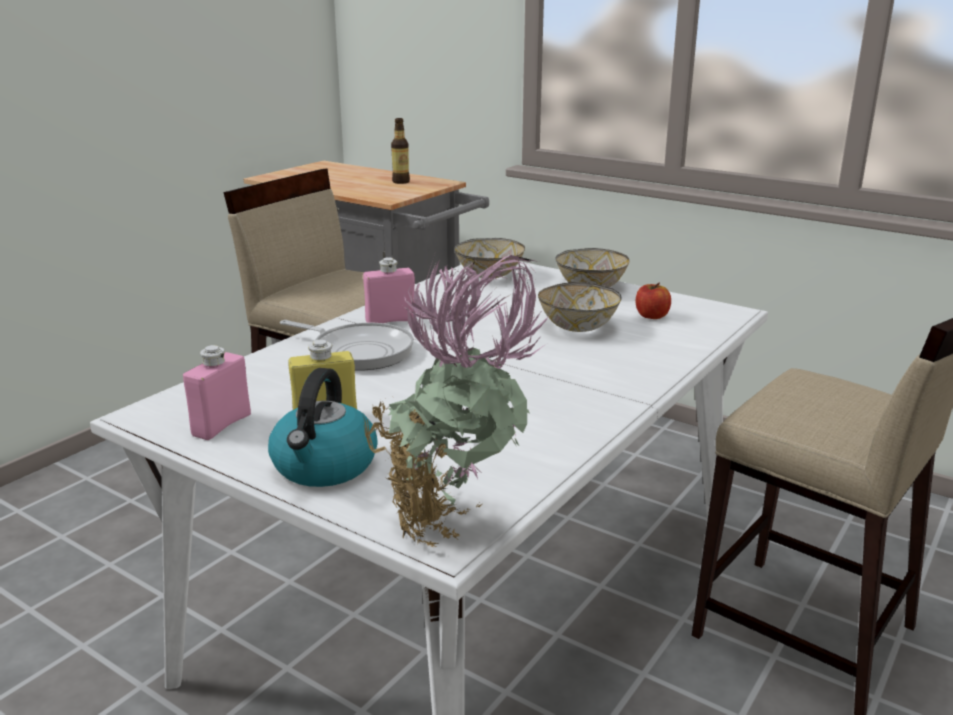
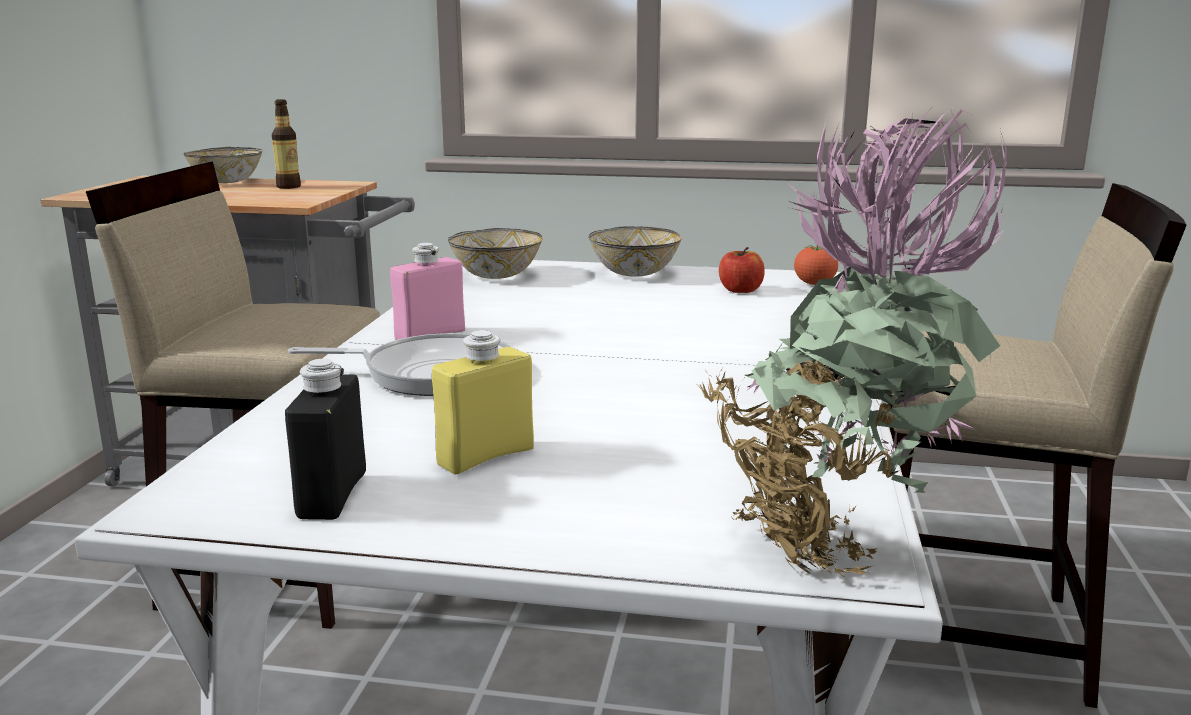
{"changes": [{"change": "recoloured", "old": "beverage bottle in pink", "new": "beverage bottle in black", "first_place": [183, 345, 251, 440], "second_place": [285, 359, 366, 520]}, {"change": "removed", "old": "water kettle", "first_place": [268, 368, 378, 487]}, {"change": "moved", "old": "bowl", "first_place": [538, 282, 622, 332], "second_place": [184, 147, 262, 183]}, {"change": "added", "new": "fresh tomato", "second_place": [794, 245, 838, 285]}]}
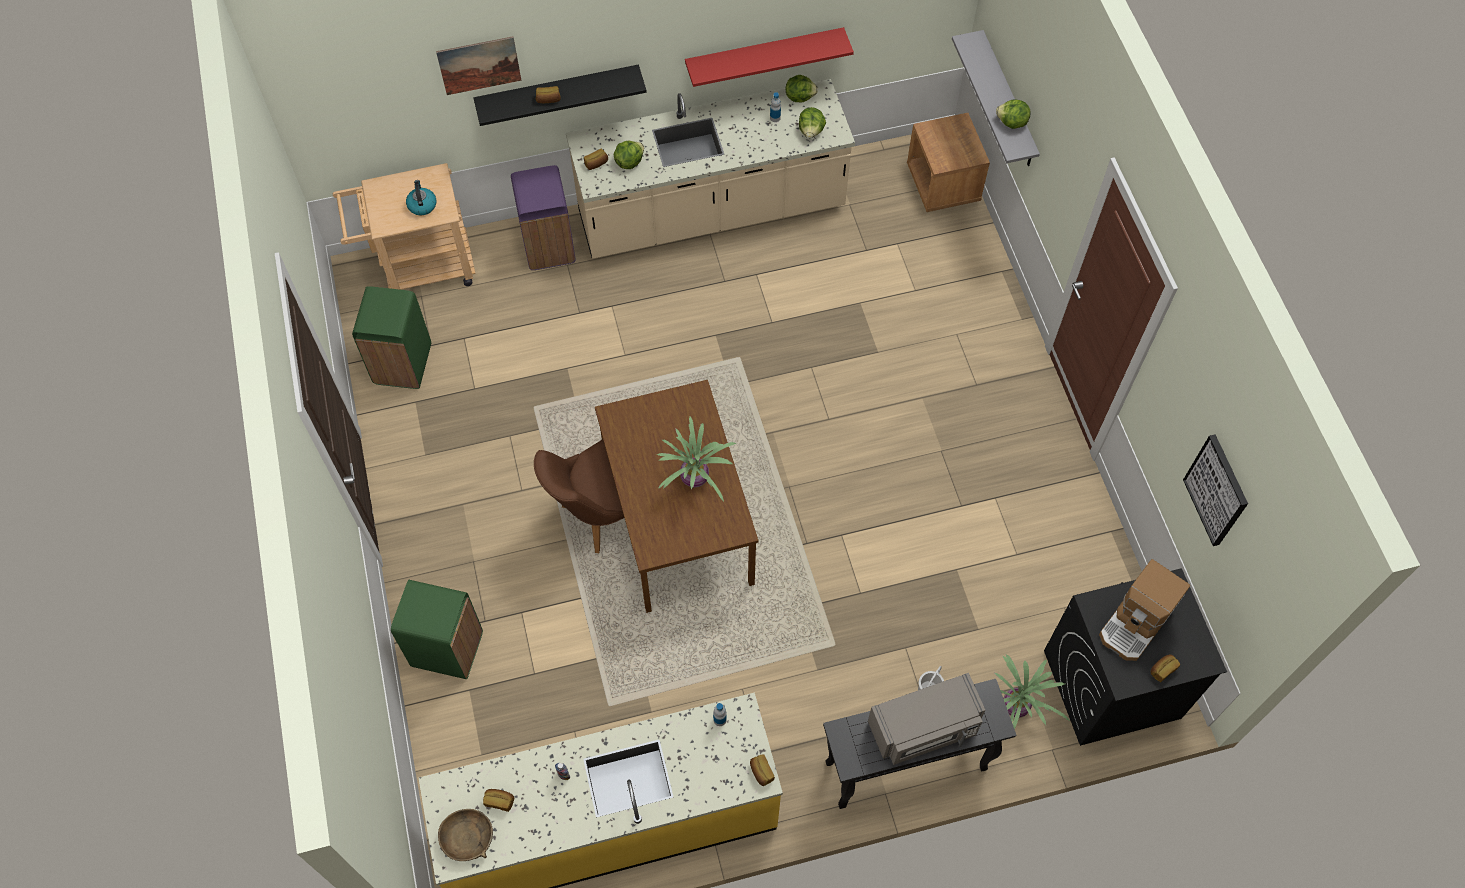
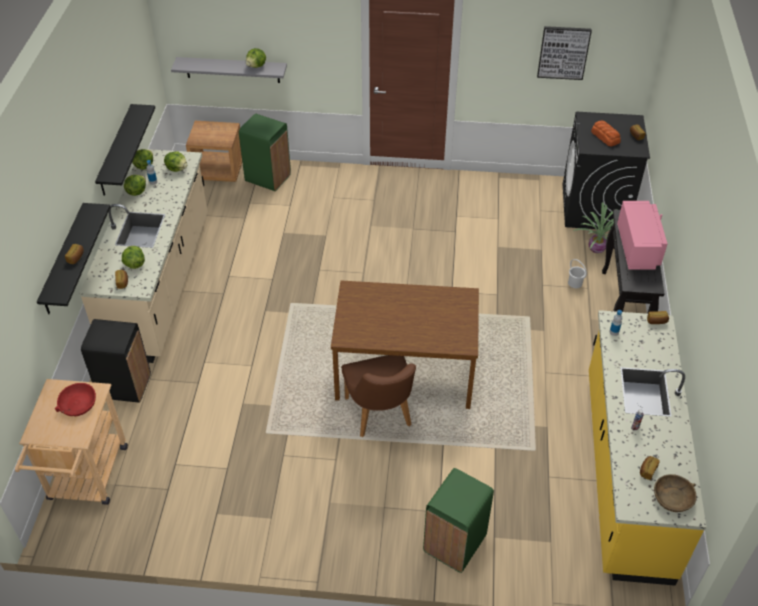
{"changes": [{"change": "moved", "old": "trash can in greenish", "first_place": [352, 286, 431, 389], "second_place": [239, 114, 291, 191]}, {"change": "replaced", "old": "water kettle", "new": "bowl in red-coloured", "first_place": [406, 180, 436, 216], "second_place": [55, 383, 96, 417]}, {"change": "removed", "old": "picture", "first_place": [436, 36, 522, 95]}, {"change": "recoloured", "old": "trash can in purple-coloured", "new": "trash can in black", "first_place": [511, 165, 575, 270], "second_place": [81, 319, 151, 403]}, {"change": "removed", "old": "plant in a pot", "first_place": [656, 416, 737, 502]}, {"change": "recoloured", "old": "shelf in red-coloured", "new": "shelf in black", "first_place": [685, 27, 854, 87], "second_place": [95, 104, 155, 196]}, {"change": "recoloured", "old": "microwave in greyish", "new": "microwave in pink", "first_place": [868, 673, 985, 765], "second_place": [617, 201, 668, 270]}, {"change": "replaced", "old": "coffee machine", "new": "bread", "first_place": [1099, 559, 1190, 661], "second_place": [591, 120, 621, 147]}, {"change": "added", "new": "head of lettuce", "second_place": [124, 175, 146, 196]}]}
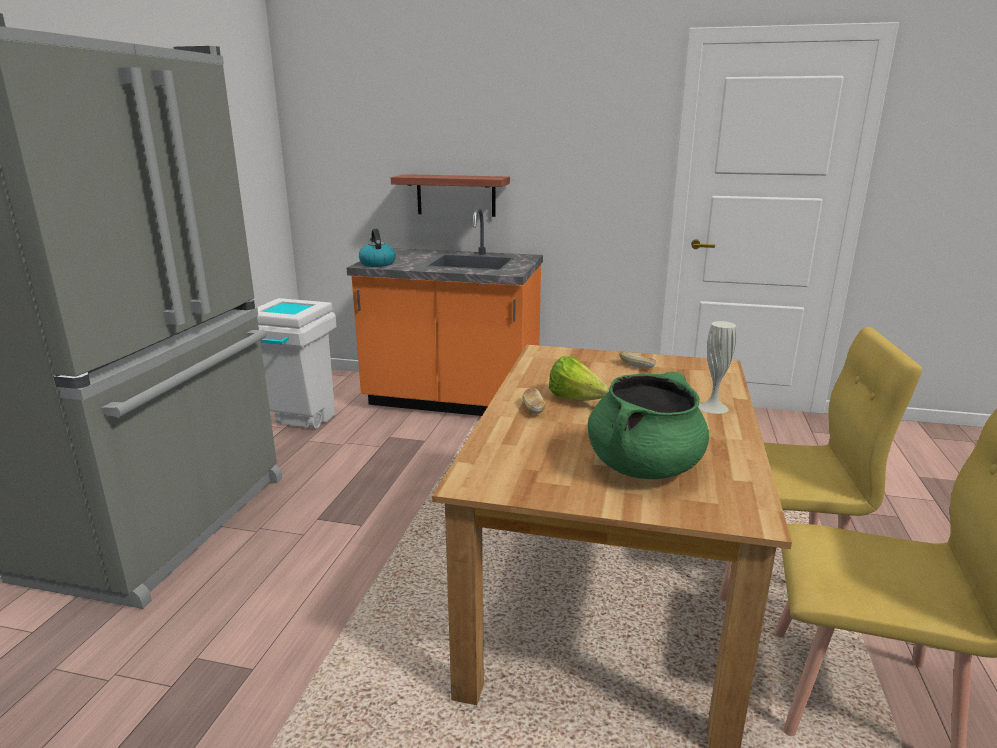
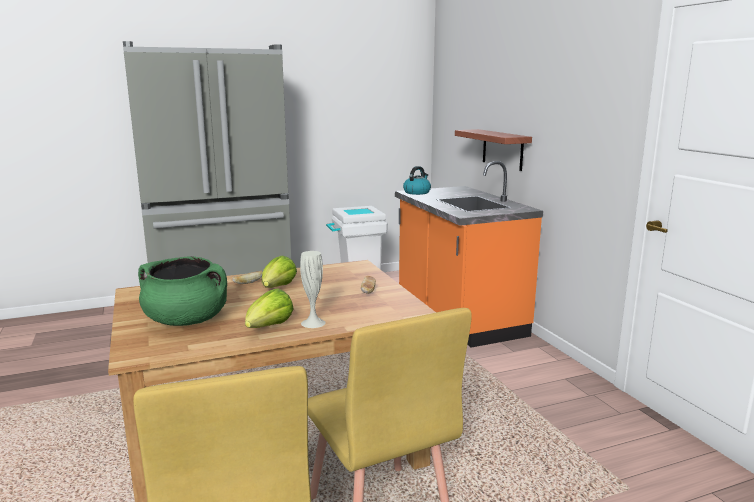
{"changes": [{"change": "added", "new": "head of lettuce", "second_place": [245, 289, 294, 328]}]}
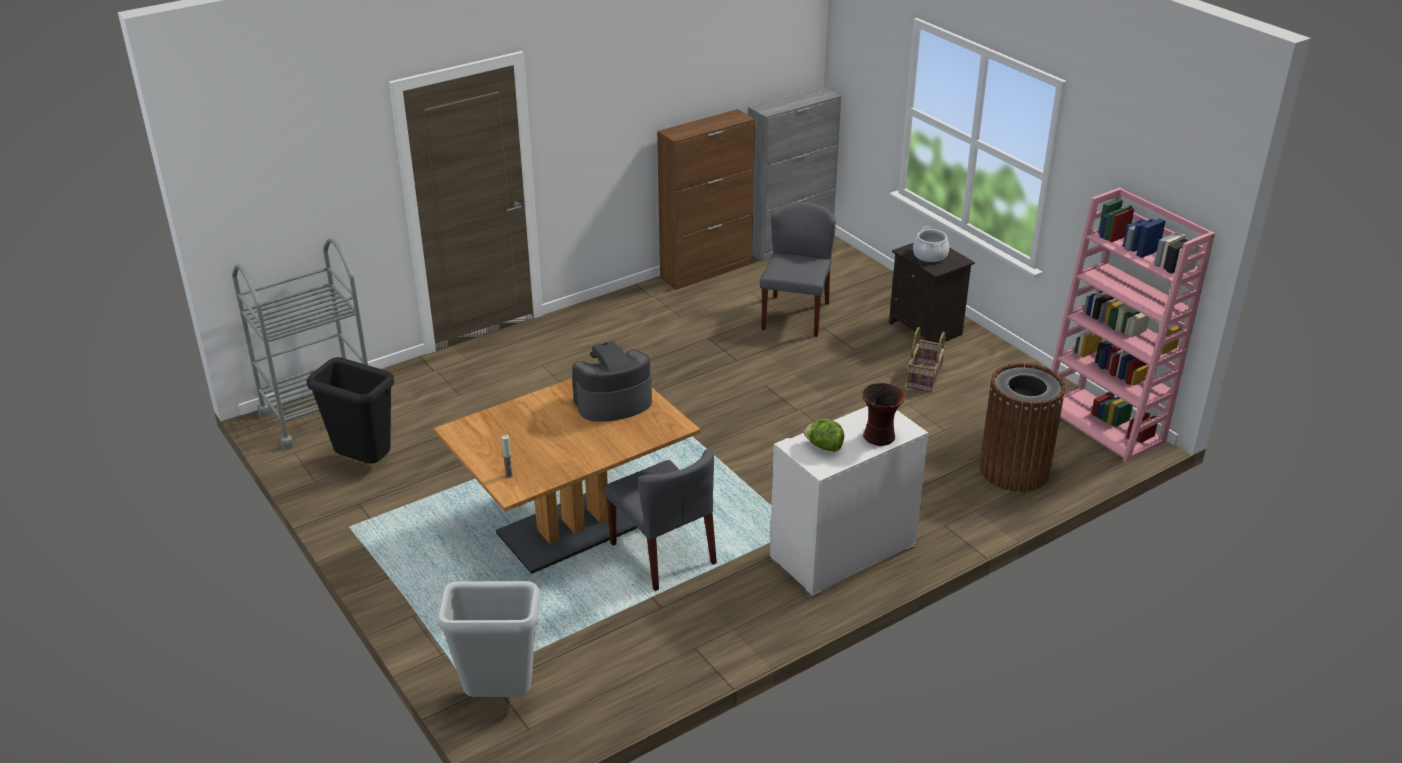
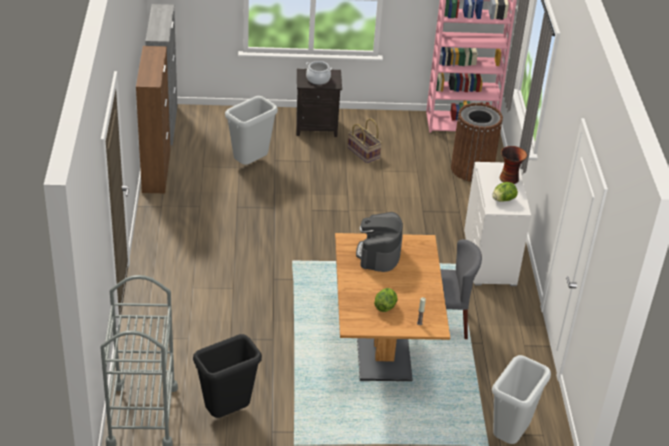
{"changes": [{"change": "replaced", "old": "plain chair in greyish", "new": "trash can in greyish", "first_place": [760, 202, 836, 337], "second_place": [225, 96, 278, 165]}, {"change": "added", "new": "head of lettuce", "second_place": [374, 288, 398, 312]}]}
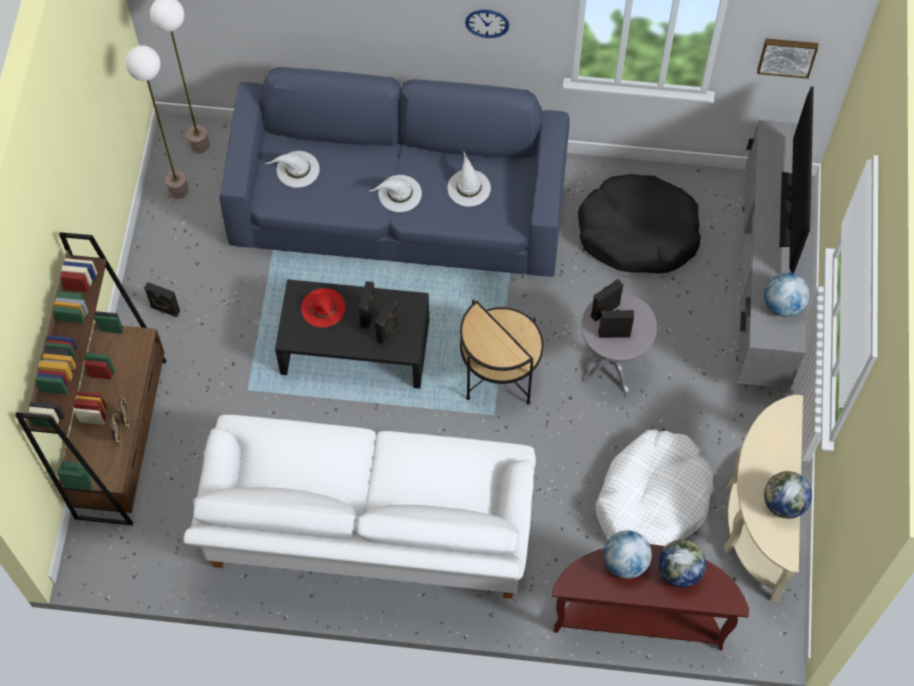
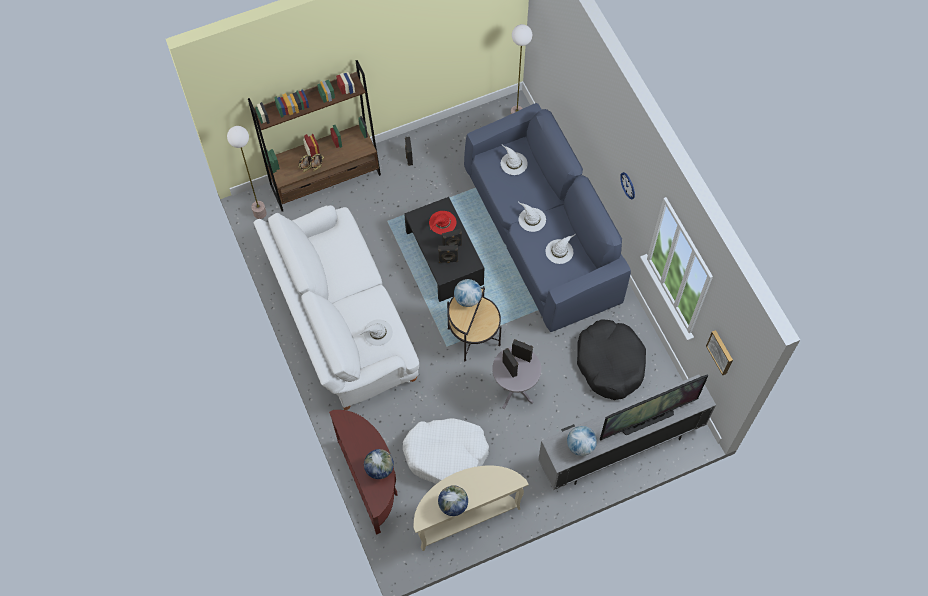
{"changes": [{"change": "moved", "old": "standing lamp", "first_place": [125, 45, 189, 199], "second_place": [227, 126, 267, 219]}, {"change": "moved", "old": "desk globe", "first_place": [604, 530, 652, 579], "second_place": [454, 279, 482, 307]}, {"change": "added", "new": "wearable hat in white", "second_place": [358, 319, 393, 346]}]}
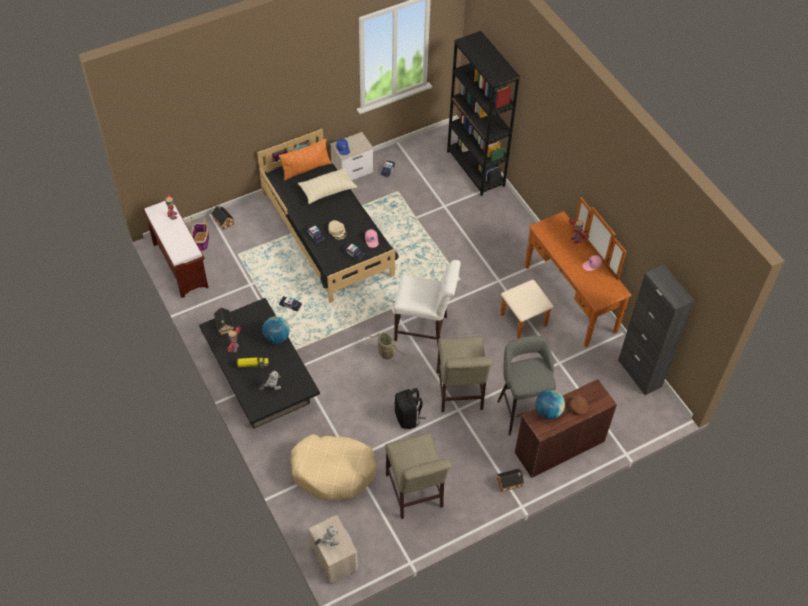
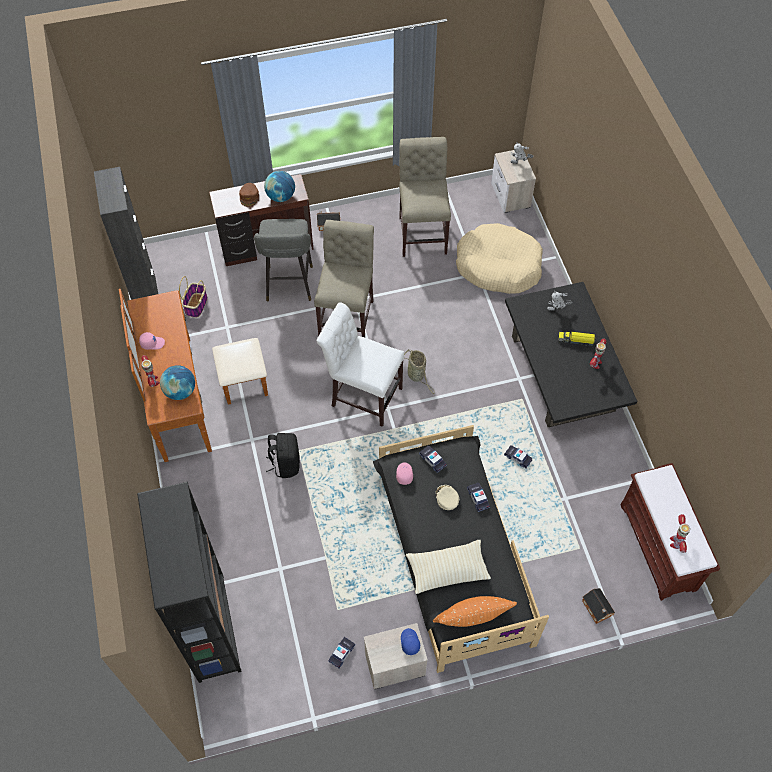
{"changes": [{"change": "moved", "old": "basket", "first_place": [189, 217, 209, 251], "second_place": [179, 276, 208, 318]}, {"change": "removed", "old": "miniature house", "first_place": [214, 308, 234, 335]}, {"change": "moved", "old": "desk globe", "first_place": [262, 316, 290, 344], "second_place": [160, 365, 195, 400]}, {"change": "moved", "old": "rucksack in black", "first_place": [394, 388, 426, 429], "second_place": [266, 433, 300, 478]}]}
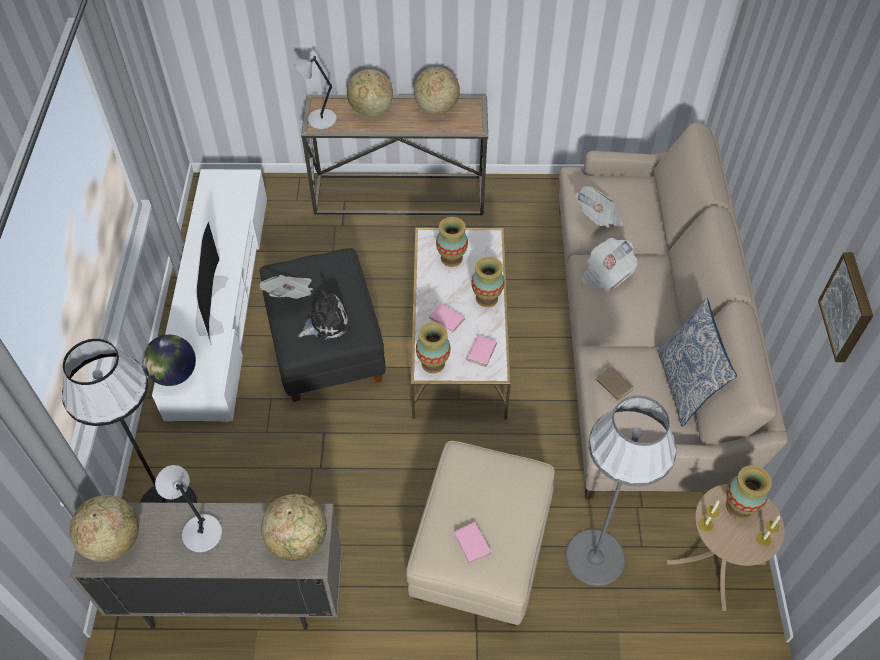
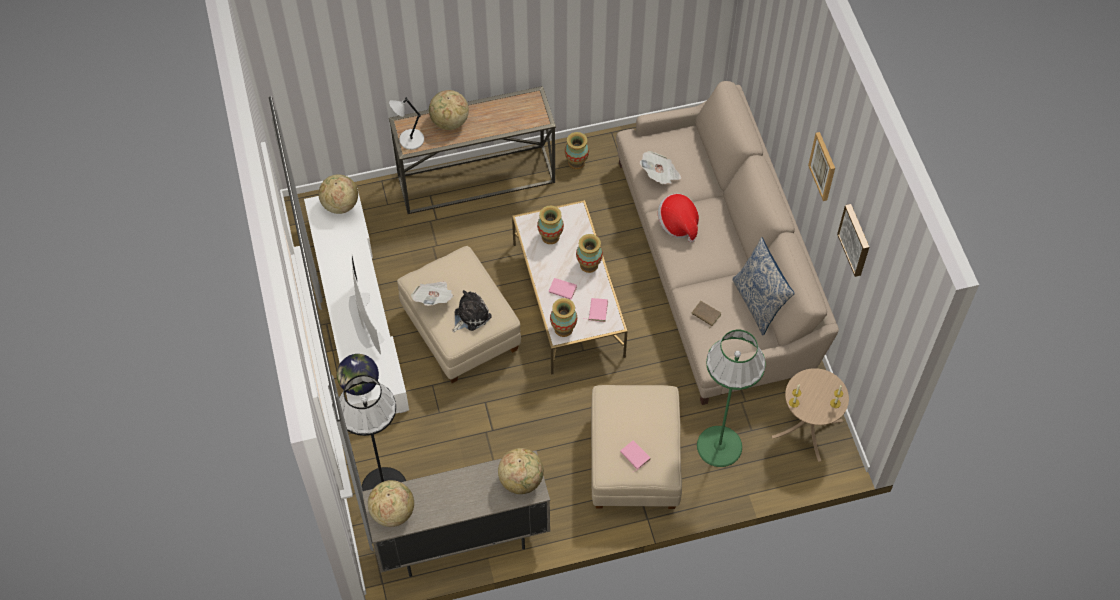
{"changes": [{"change": "removed", "old": "table lamp in greyish", "first_place": [155, 465, 222, 552]}, {"change": "recoloured", "old": "pouffe in black", "new": "pouffe in beige", "first_place": [260, 248, 386, 402], "second_place": [397, 246, 521, 383]}, {"change": "moved", "old": "desk globe", "first_place": [414, 67, 460, 114], "second_place": [319, 174, 358, 214]}, {"change": "recoloured", "old": "standing lamp in greyish", "new": "standing lamp in greenish", "first_place": [565, 396, 677, 586], "second_place": [697, 330, 766, 467]}, {"change": "replaced", "old": "printed paper", "new": "wearable hat", "first_place": [581, 238, 637, 292], "second_place": [658, 194, 699, 242]}, {"change": "moved", "old": "vase", "first_place": [726, 465, 772, 519], "second_place": [565, 132, 589, 169]}, {"change": "added", "new": "picture", "second_place": [808, 132, 835, 201]}]}
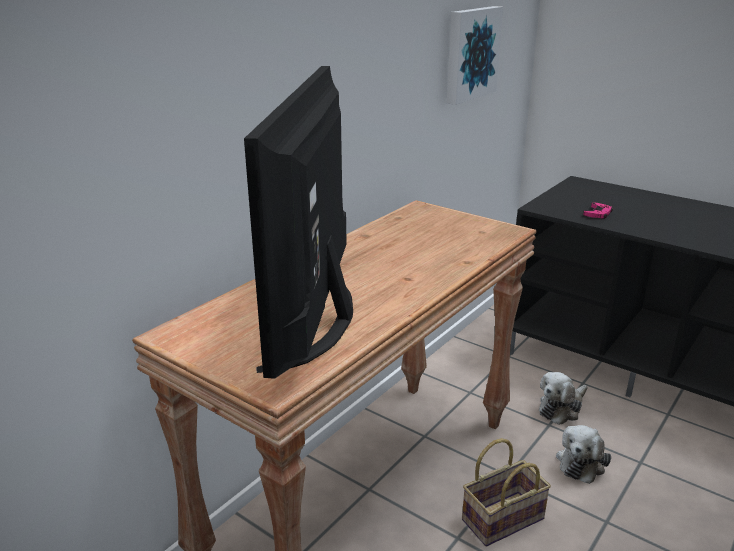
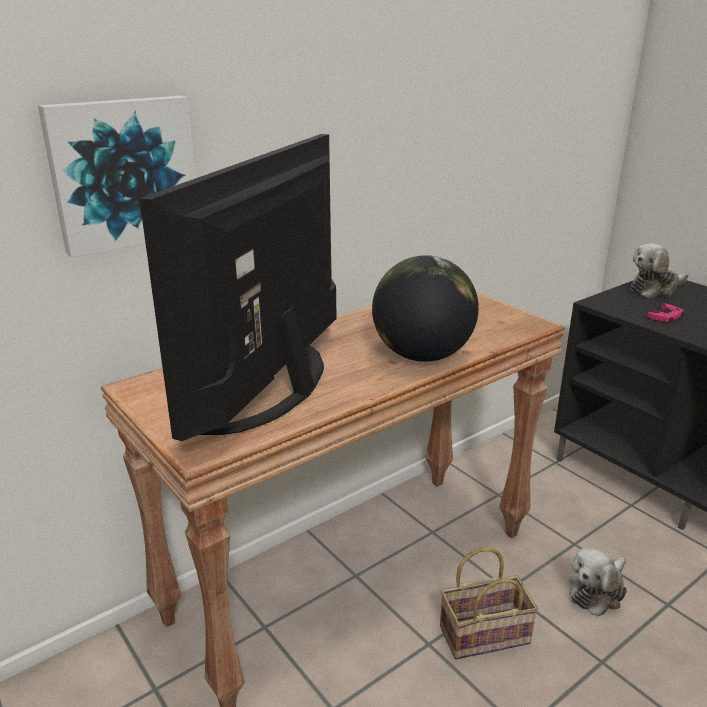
{"changes": [{"change": "moved", "old": "picture", "first_place": [447, 6, 503, 105], "second_place": [38, 96, 196, 258]}, {"change": "moved", "old": "soft toy", "first_place": [539, 372, 588, 425], "second_place": [630, 243, 688, 298]}, {"change": "added", "new": "desk globe", "second_place": [372, 255, 479, 362]}]}
